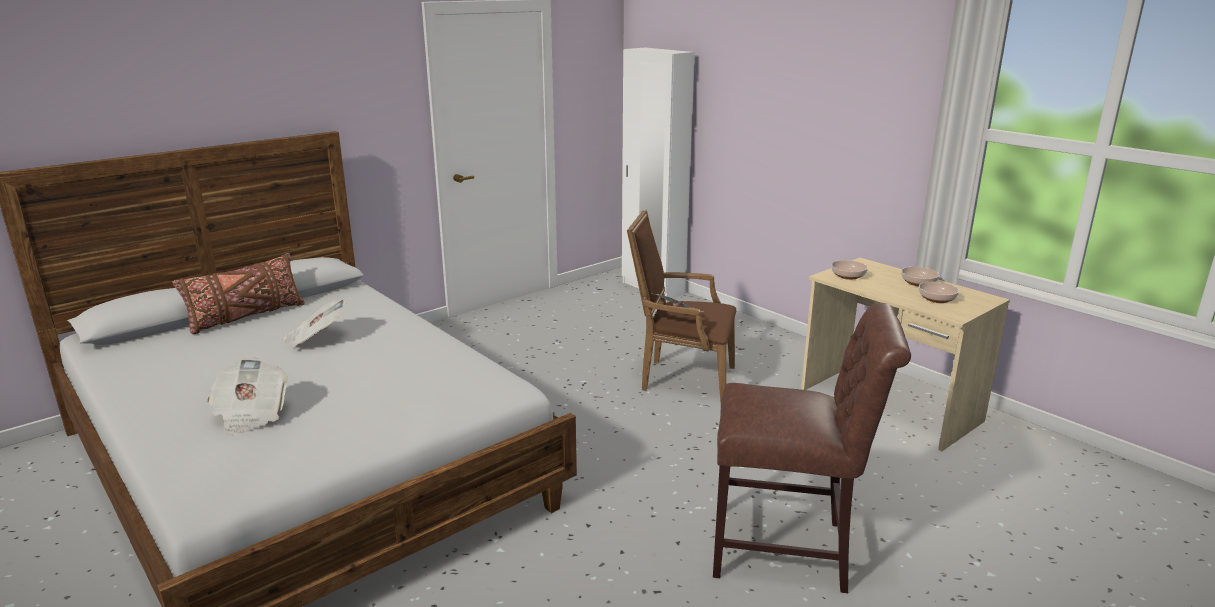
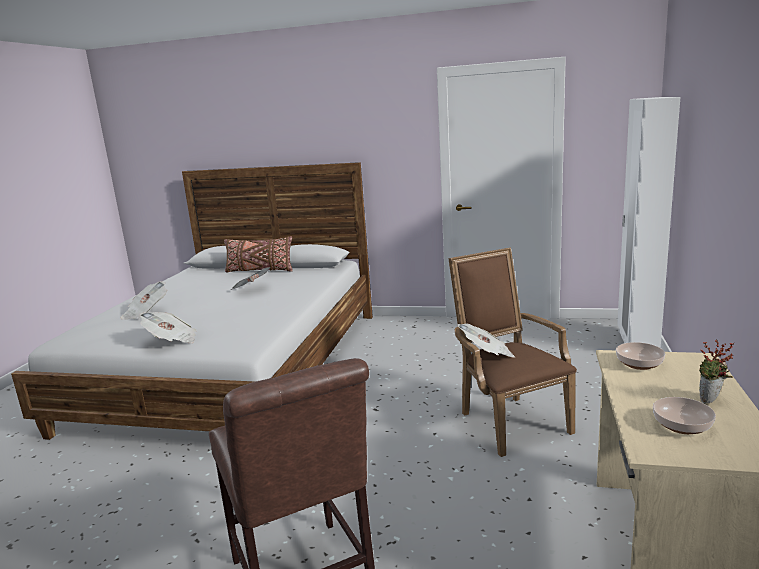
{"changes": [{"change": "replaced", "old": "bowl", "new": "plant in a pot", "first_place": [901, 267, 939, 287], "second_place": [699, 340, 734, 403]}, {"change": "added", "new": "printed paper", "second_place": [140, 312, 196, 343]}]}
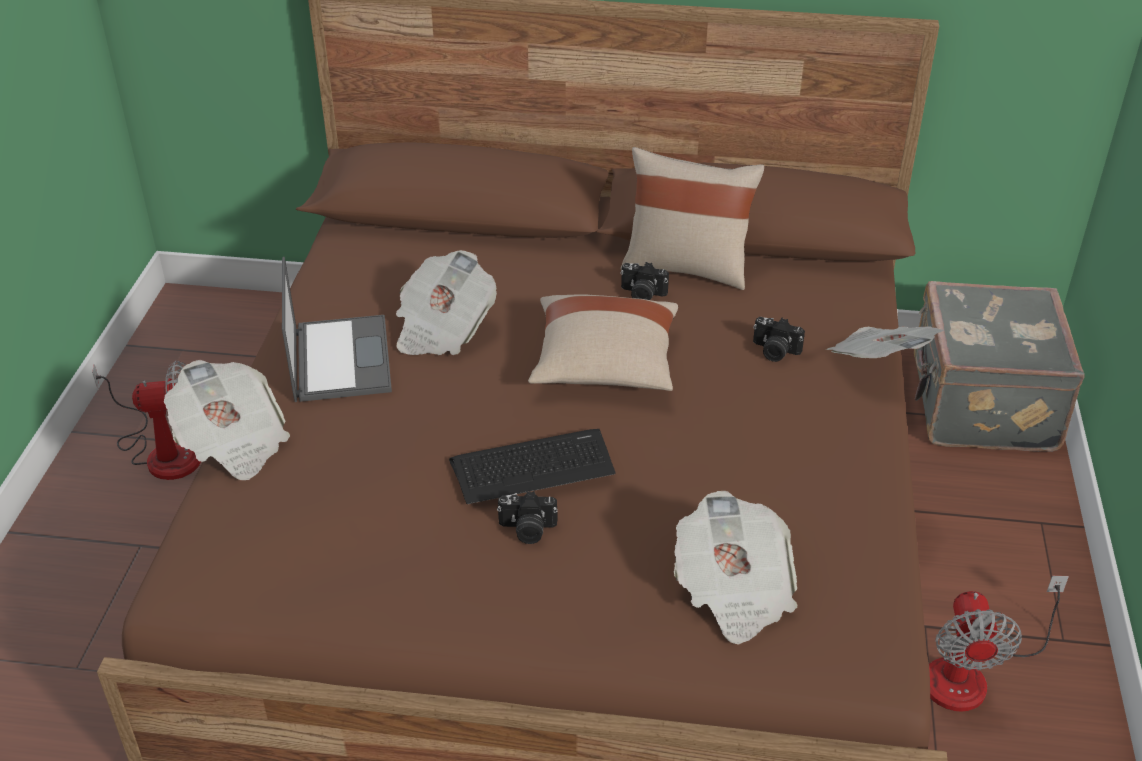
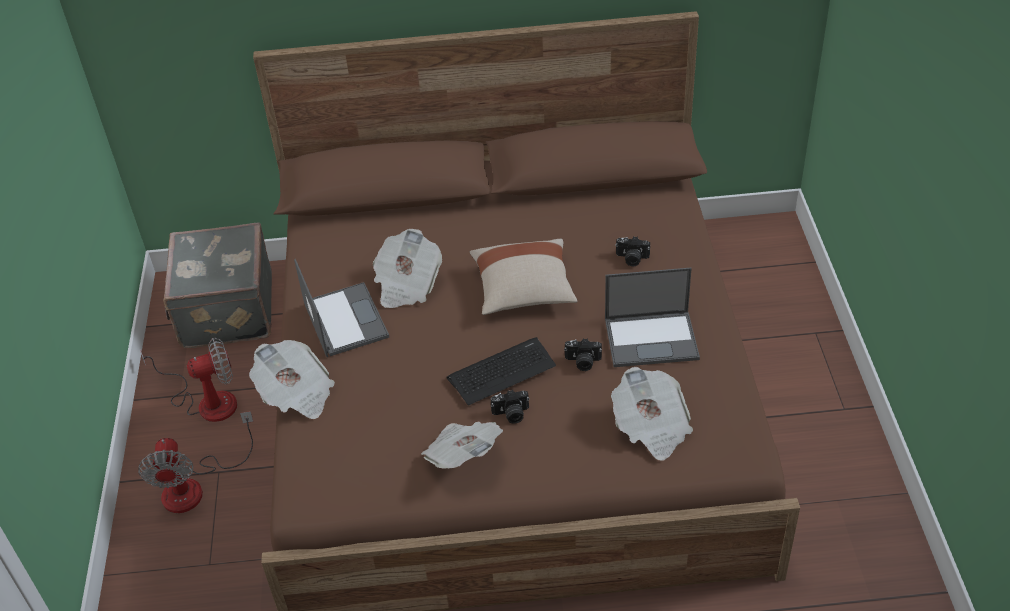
{"changes": [{"change": "removed", "old": "throw pillow in beige", "first_place": [620, 147, 764, 290]}, {"change": "moved", "old": "still camera", "first_place": [620, 262, 669, 300], "second_place": [564, 338, 602, 371]}, {"change": "moved", "old": "printed paper", "first_place": [826, 326, 944, 358], "second_place": [421, 422, 503, 469]}, {"change": "moved", "old": "travel case in greyish", "first_place": [914, 281, 1085, 452], "second_place": [163, 222, 272, 348]}, {"change": "moved", "old": "cooling fan", "first_place": [929, 576, 1069, 712], "second_place": [138, 411, 254, 513]}, {"change": "added", "new": "laptop", "second_place": [605, 268, 700, 367]}]}
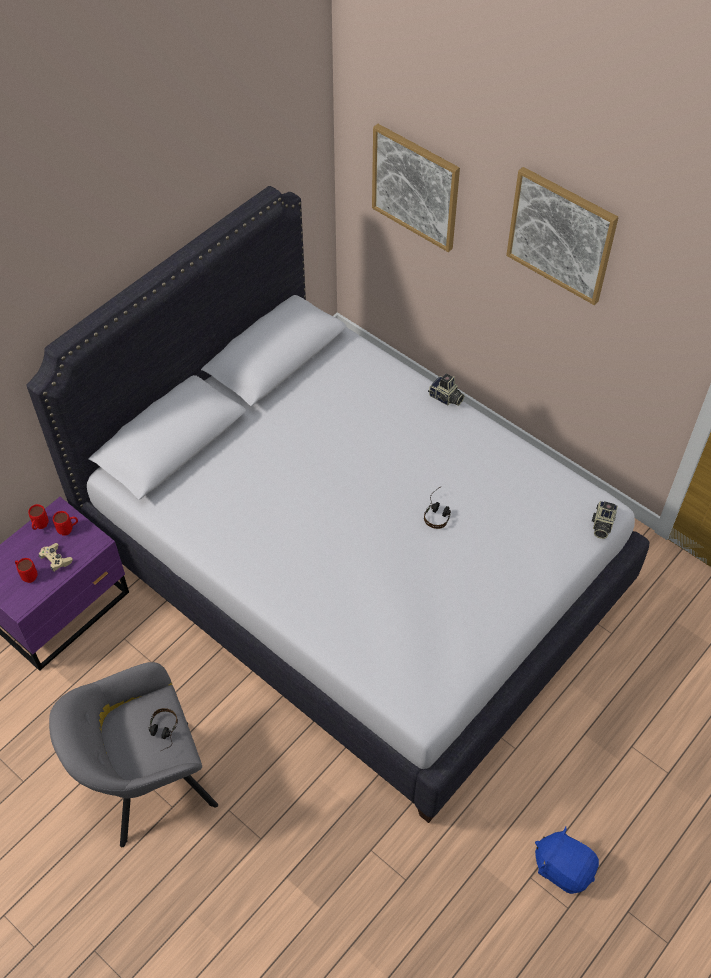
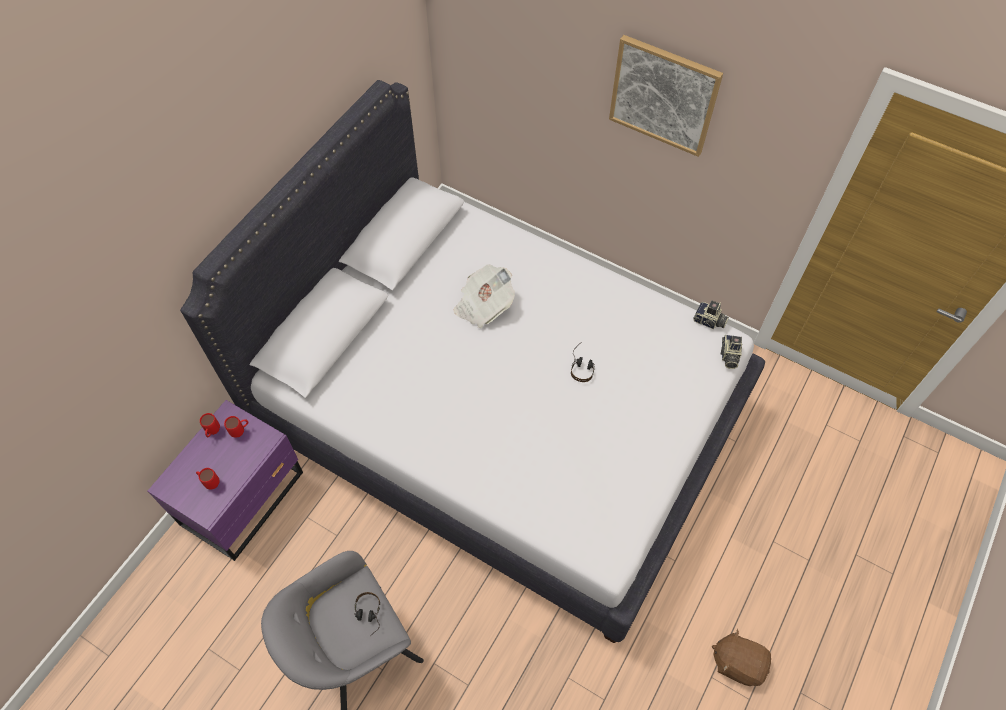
{"changes": [{"change": "removed", "old": "game controller in beige", "first_place": [39, 543, 73, 572]}, {"change": "removed", "old": "picture", "first_place": [372, 124, 460, 252]}, {"change": "moved", "old": "still camera", "first_place": [428, 374, 464, 406], "second_place": [693, 300, 729, 329]}, {"change": "recoloured", "old": "soft toy in blue-coloured", "new": "soft toy in brown", "first_place": [535, 826, 599, 894], "second_place": [712, 629, 771, 686]}, {"change": "added", "new": "printed paper", "second_place": [454, 264, 515, 328]}]}
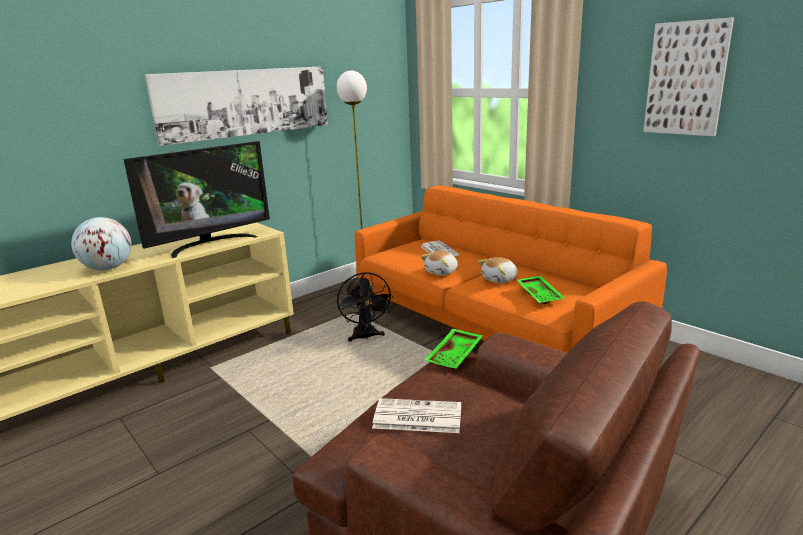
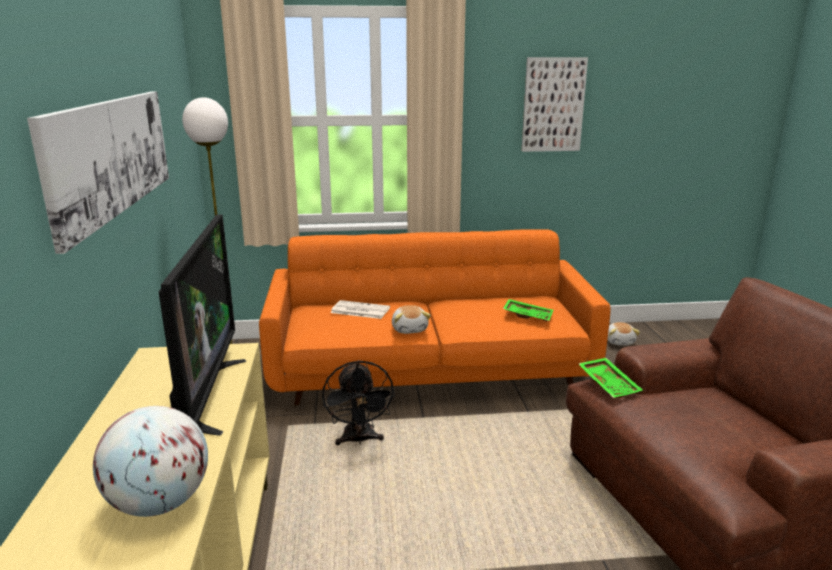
{"changes": [{"change": "turned", "old": "cooling fan in black", "first_place": [337, 272, 393, 342], "second_place": [322, 360, 395, 445], "degrees": 60}, {"change": "removed", "old": "printed paper", "first_place": [372, 398, 461, 433]}, {"change": "moved", "old": "soft toy", "first_place": [478, 257, 518, 283], "second_place": [607, 322, 640, 345]}]}
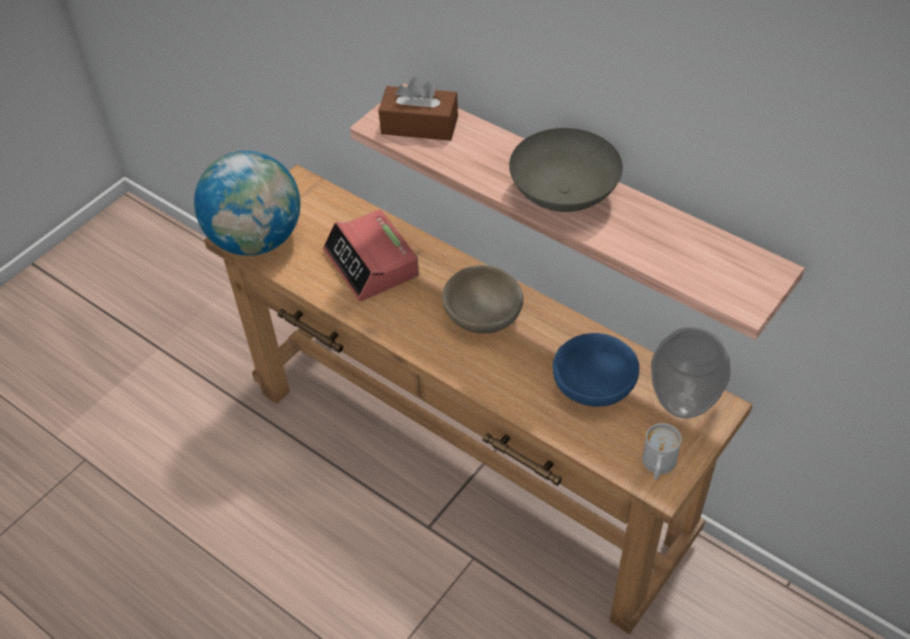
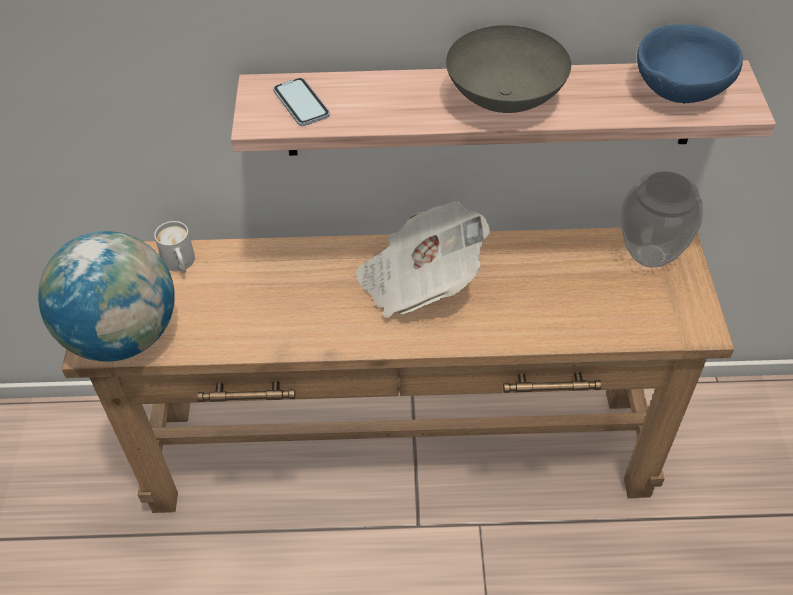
{"changes": [{"change": "removed", "old": "alarm clock", "first_place": [323, 209, 419, 301]}, {"change": "replaced", "old": "box of tissues in brown", "new": "telephone", "first_place": [378, 77, 458, 141], "second_place": [273, 78, 330, 126]}, {"change": "replaced", "old": "bowl in beige", "new": "printed paper", "first_place": [442, 265, 524, 333], "second_place": [355, 201, 490, 318]}, {"change": "moved", "old": "bowl in blue-coloured", "first_place": [552, 333, 639, 406], "second_place": [637, 25, 743, 104]}, {"change": "moved", "old": "mug in white", "first_place": [642, 423, 682, 480], "second_place": [154, 221, 195, 273]}]}
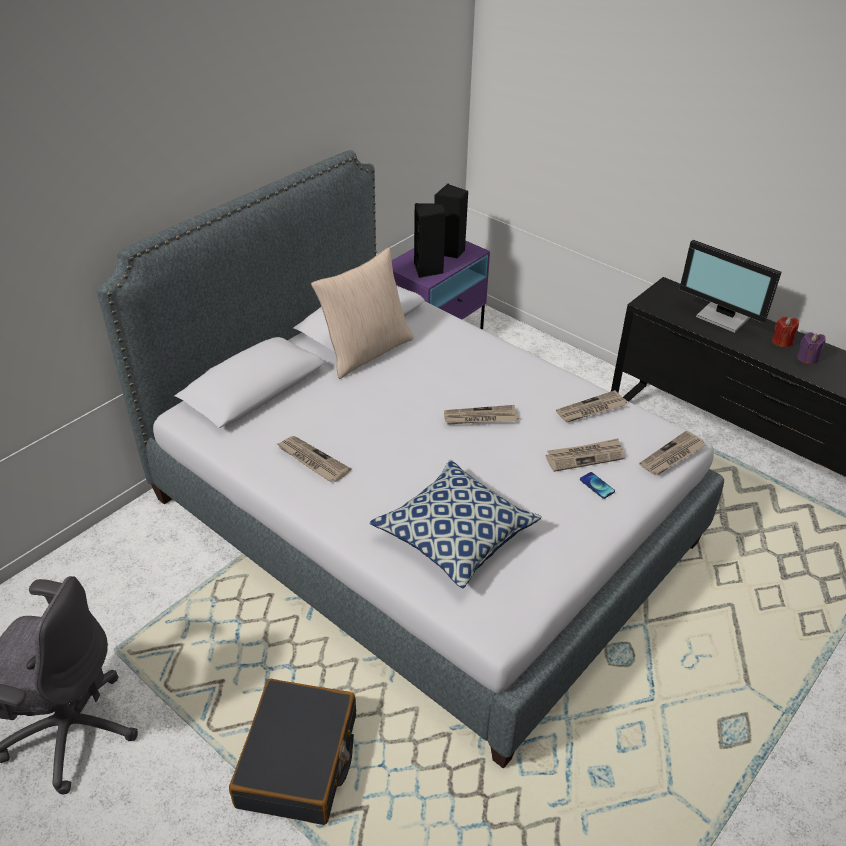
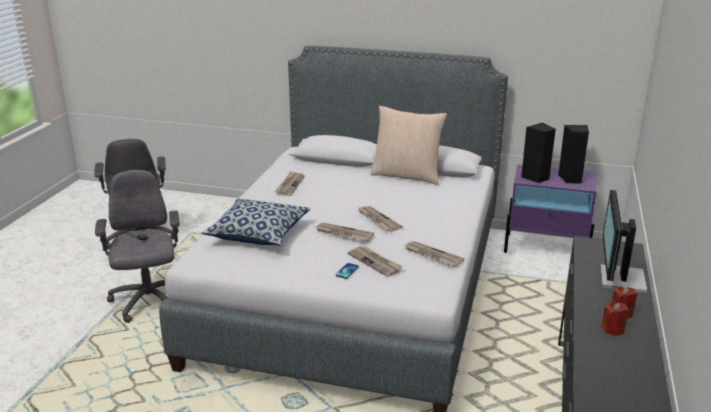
{"changes": [{"change": "replaced", "old": "travel case in black", "new": "office chair in greyish", "first_place": [229, 679, 356, 825], "second_place": [95, 170, 180, 323]}, {"change": "moved", "old": "printed paper", "first_place": [639, 431, 706, 475], "second_place": [316, 223, 374, 241]}, {"change": "recoloured", "old": "candle in purple-coloured", "new": "candle in red-coloured", "first_place": [797, 332, 826, 364], "second_place": [601, 302, 629, 336]}]}
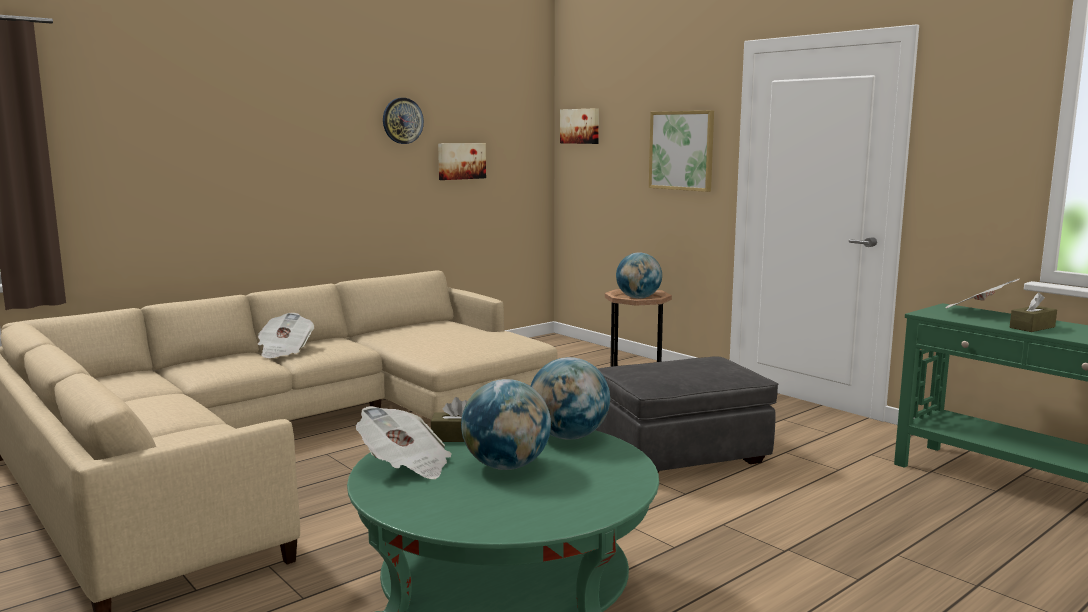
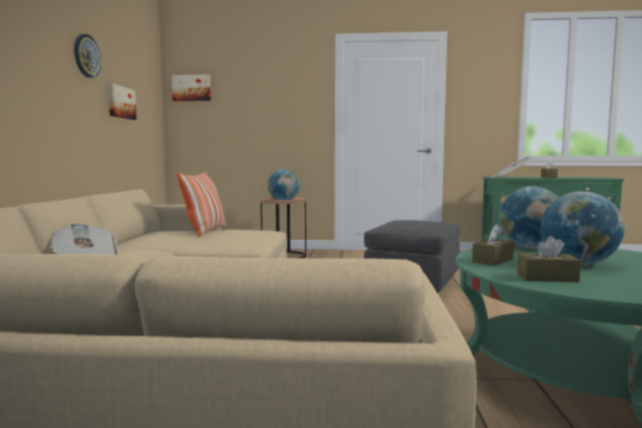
{"changes": [{"change": "replaced", "old": "printed paper", "new": "box of tissues in brown", "first_place": [356, 406, 451, 479], "second_place": [517, 236, 581, 282]}, {"change": "removed", "old": "picture", "first_place": [649, 111, 714, 192]}, {"change": "added", "new": "throw pillow", "second_place": [177, 172, 226, 237]}]}
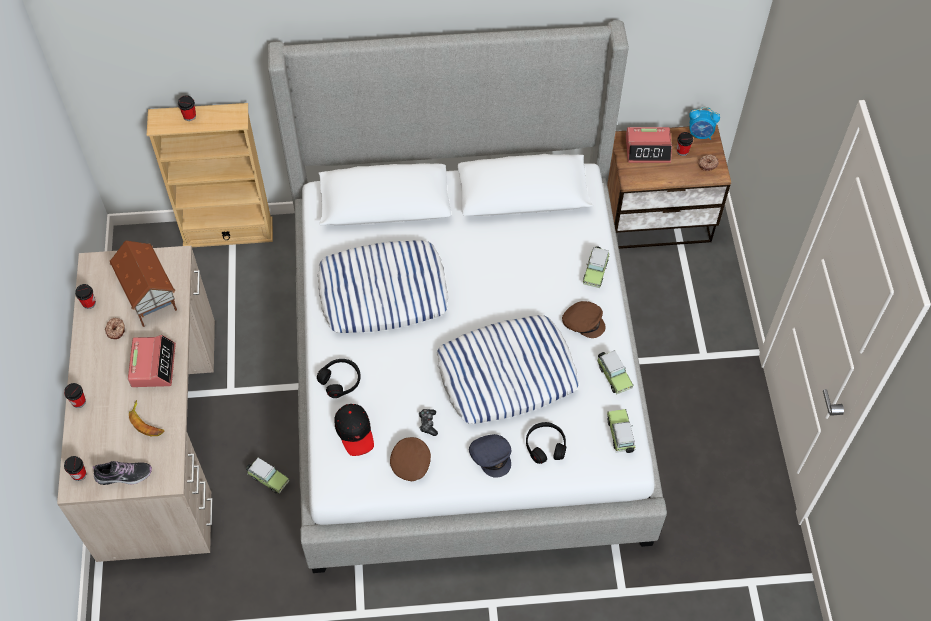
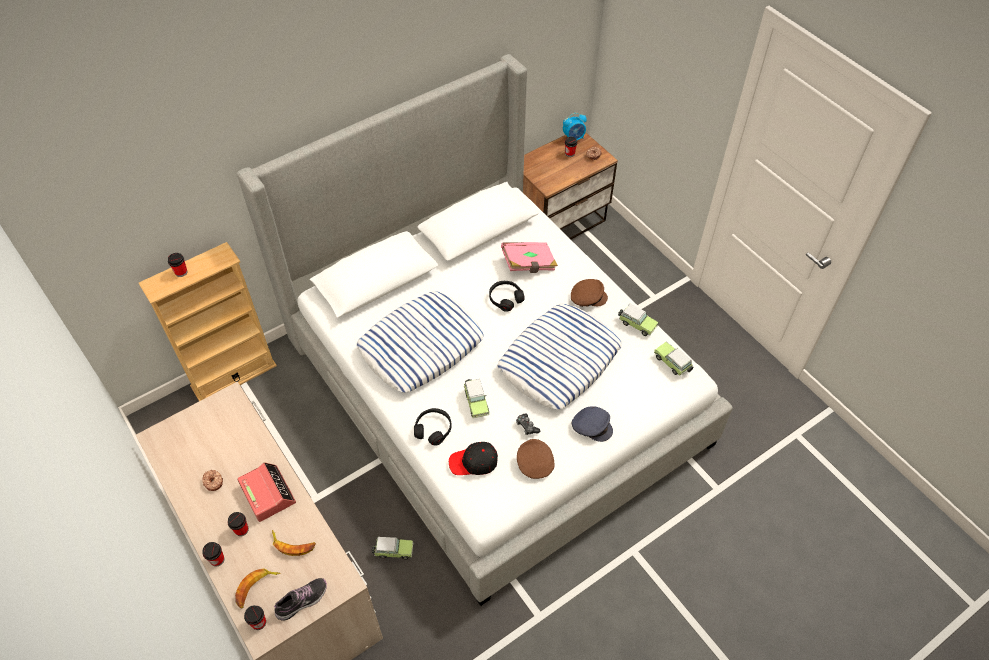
{"changes": [{"change": "moved", "old": "small cup", "first_place": [75, 284, 96, 309], "second_place": [228, 512, 249, 536]}, {"change": "removed", "old": "miniature house", "first_place": [110, 240, 177, 327]}, {"change": "turned", "old": "peaked cap in black", "first_place": [335, 404, 374, 456], "second_place": [449, 442, 498, 475], "degrees": 135}, {"change": "moved", "old": "headset in black", "first_place": [526, 422, 566, 464], "second_place": [489, 281, 525, 312]}, {"change": "moved", "old": "miniature car", "first_place": [583, 246, 609, 288], "second_place": [464, 379, 489, 418]}, {"change": "removed", "old": "alarm clock", "first_place": [626, 127, 672, 163]}, {"change": "added", "new": "banana", "second_place": [235, 568, 281, 609]}, {"change": "added", "new": "volume in pink", "second_place": [501, 242, 558, 273]}]}
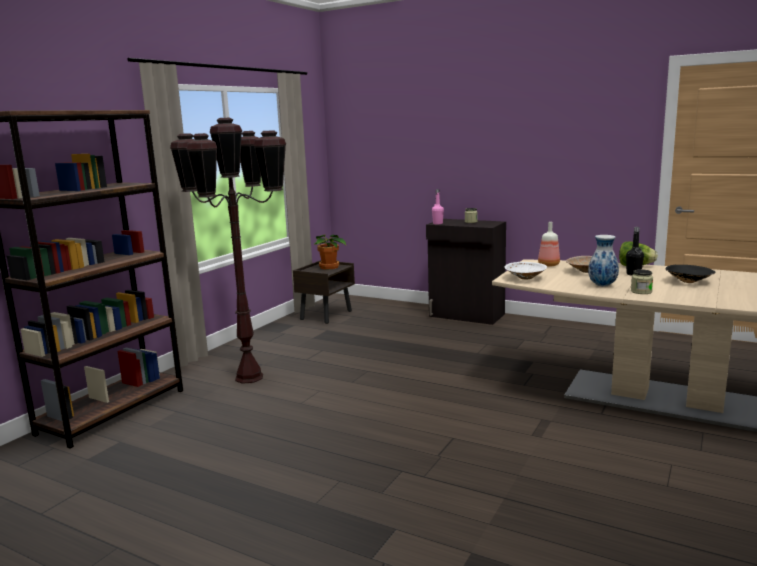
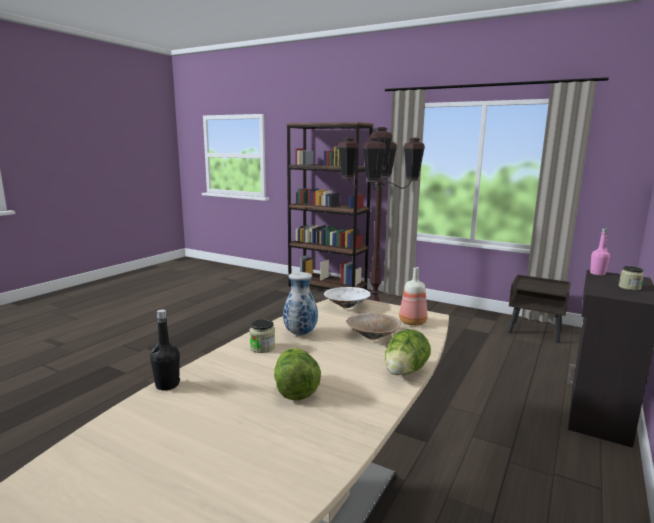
{"changes": [{"change": "removed", "old": "plant in a pot", "first_place": [314, 234, 346, 270]}, {"change": "moved", "old": "beverage bottle in black", "first_place": [626, 227, 644, 276], "second_place": [150, 309, 180, 391]}, {"change": "replaced", "old": "bowl in black", "new": "head of lettuce", "first_place": [666, 265, 716, 283], "second_place": [274, 348, 321, 400]}]}
